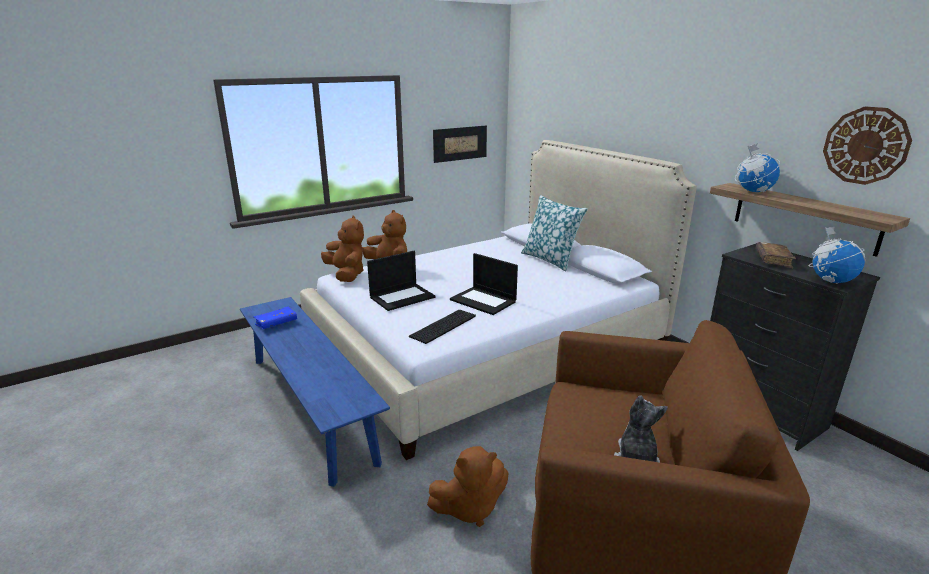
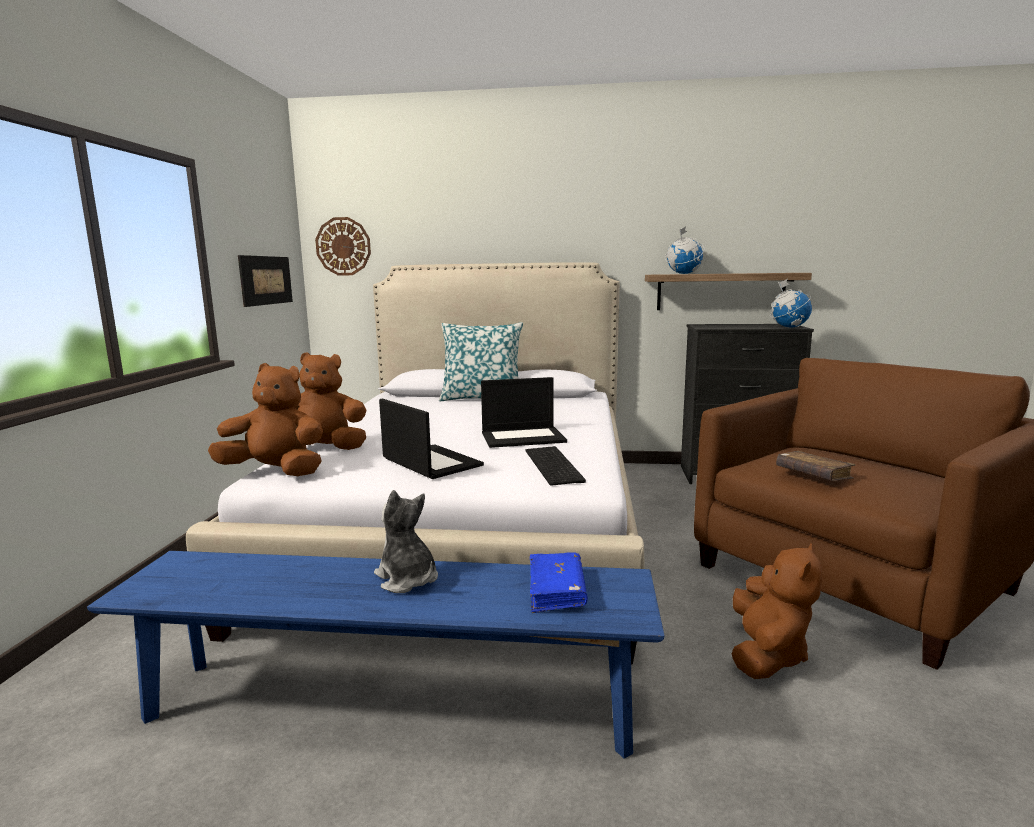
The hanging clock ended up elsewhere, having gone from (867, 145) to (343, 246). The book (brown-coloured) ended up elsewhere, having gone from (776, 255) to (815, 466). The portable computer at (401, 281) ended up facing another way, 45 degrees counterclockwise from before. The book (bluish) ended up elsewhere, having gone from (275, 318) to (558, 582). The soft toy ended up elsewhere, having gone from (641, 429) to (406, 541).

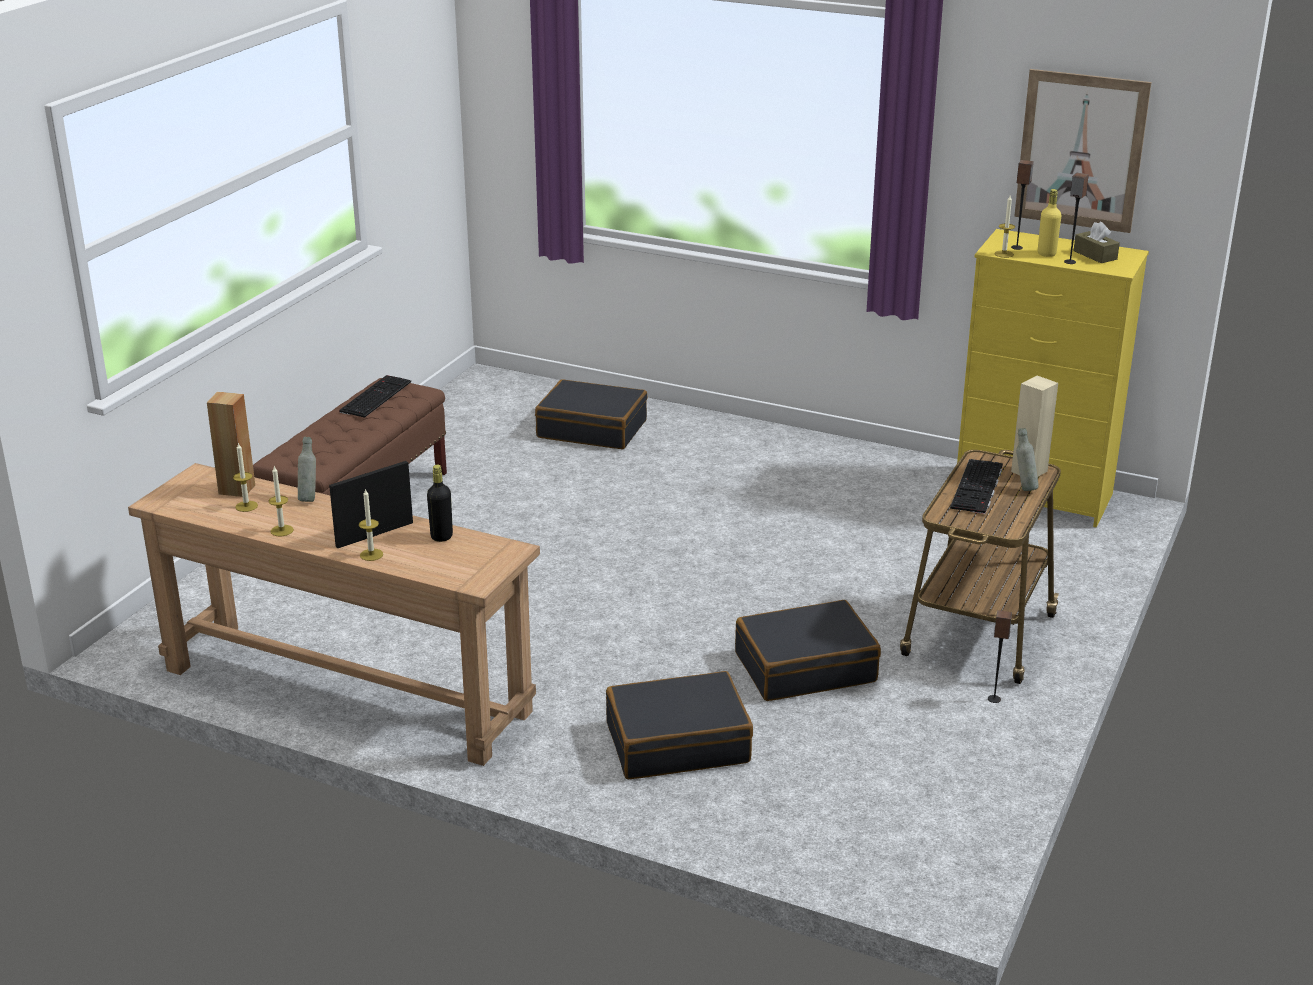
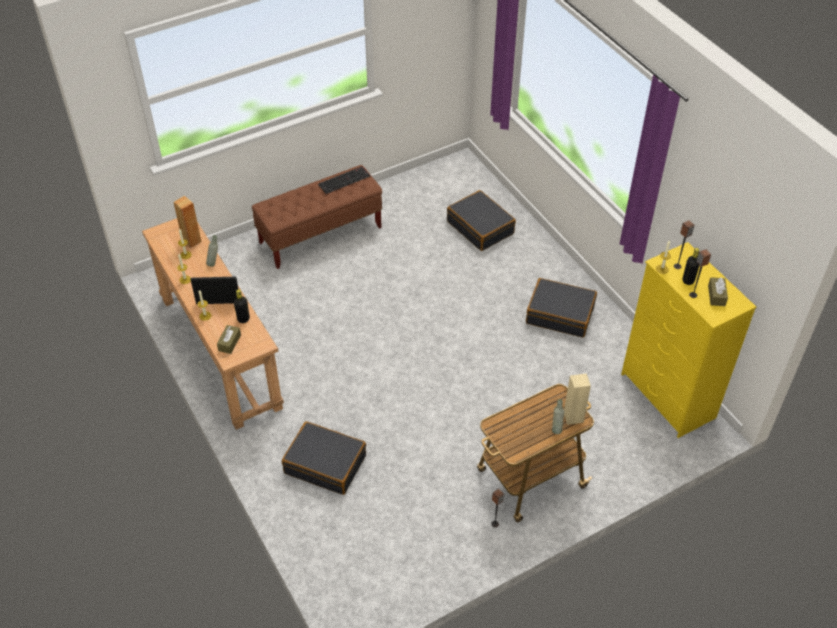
The second view lost the wall art at (1082, 151). What was the drink bottle (yellowish) at (1049, 223) turned into the drink bottle (blackish) at (691, 266). The second view lost the keyboard at (976, 486). The travel case (blackish) ended up elsewhere, having gone from (808, 650) to (561, 307). The second view gained the tissue holder (brown-coloured) at (229, 339).

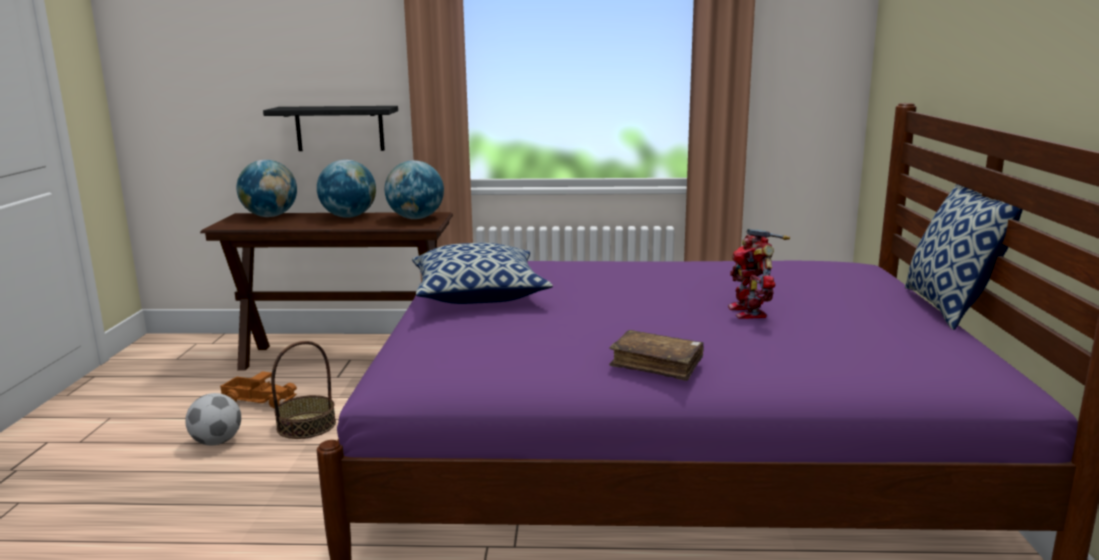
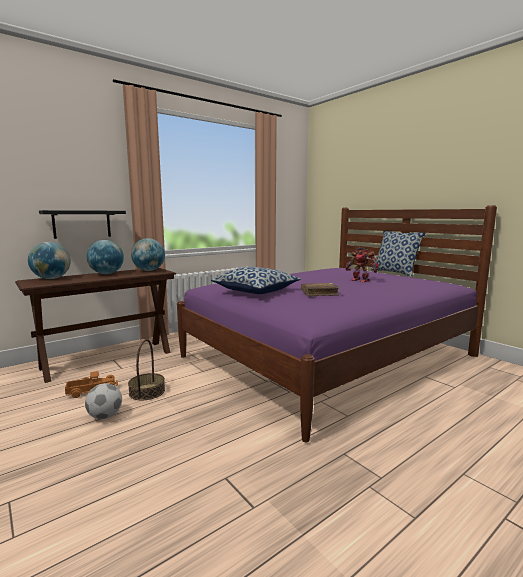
The book (brown-coloured) ended up elsewhere, having gone from (656, 355) to (320, 290).

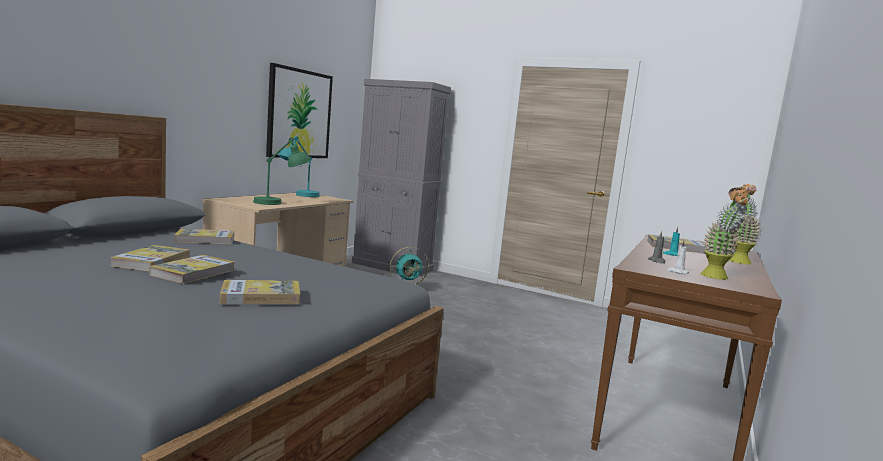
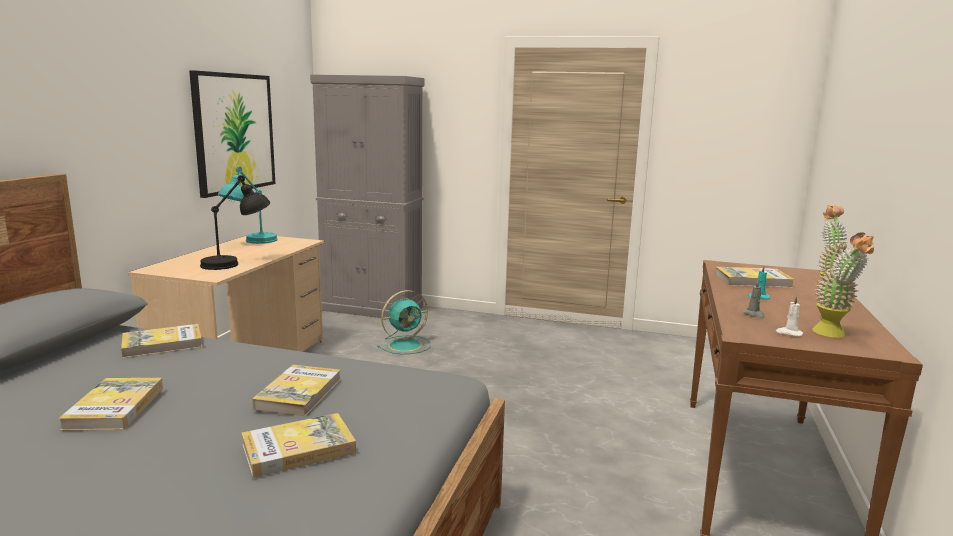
What was the table lamp (greenish) at (282, 171) turned into the table lamp (blackish) at (235, 222). The book ended up elsewhere, having gone from (191, 269) to (296, 390).

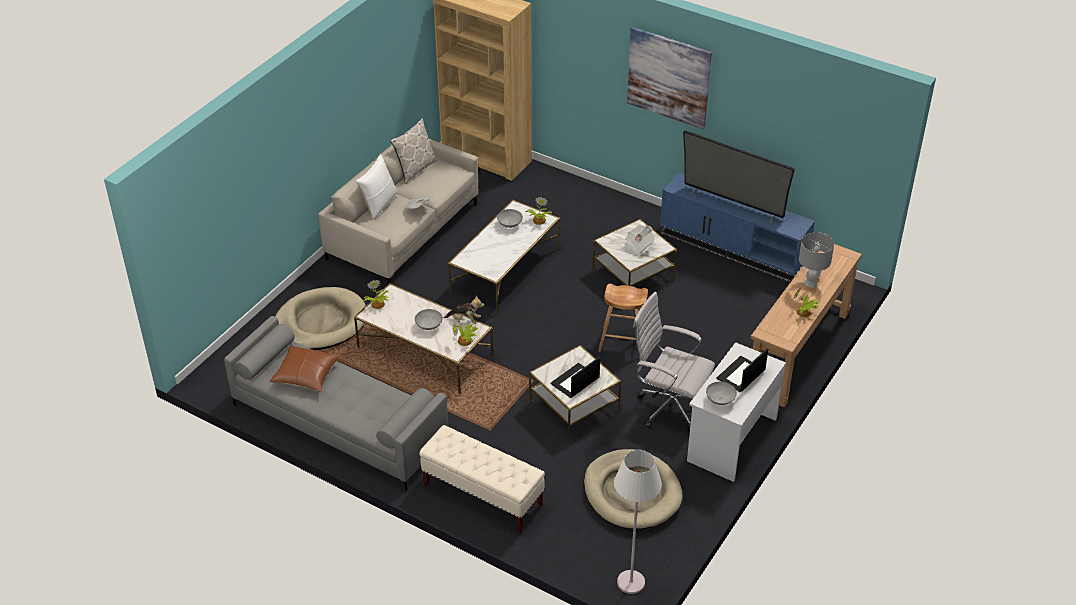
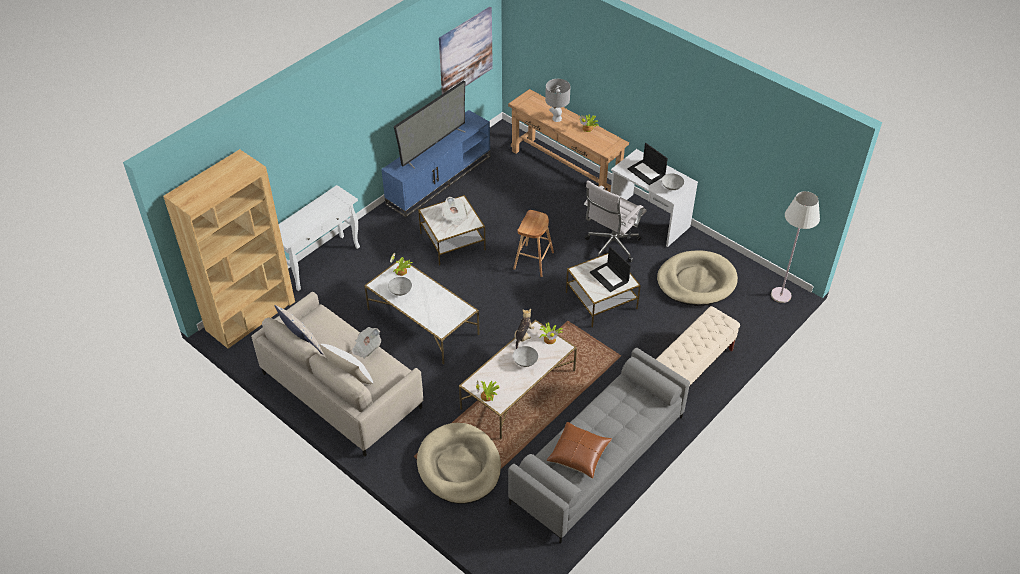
The wall art ended up elsewhere, having gone from (669, 78) to (466, 50). The second view gained the hall table (white-coloured) at (319, 238).

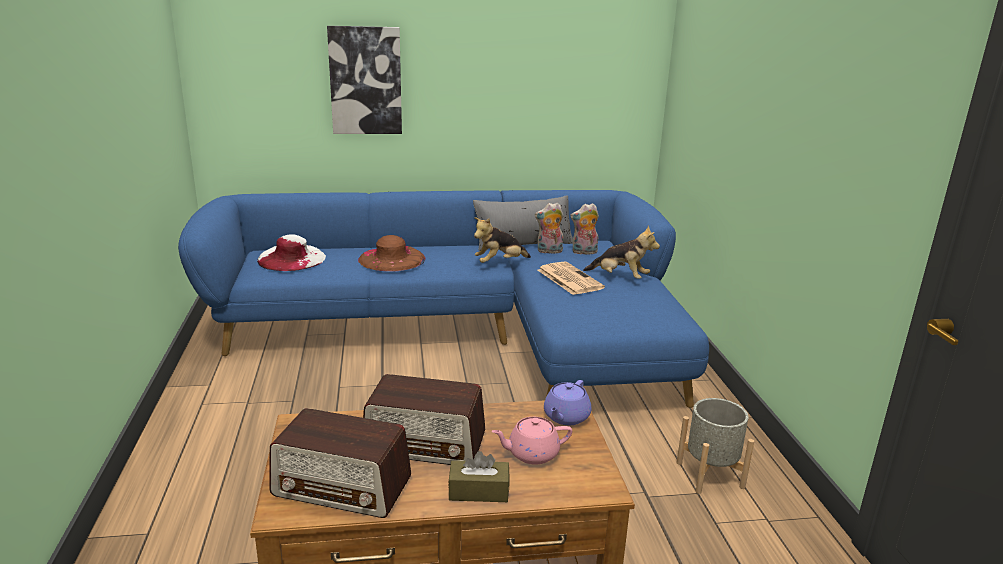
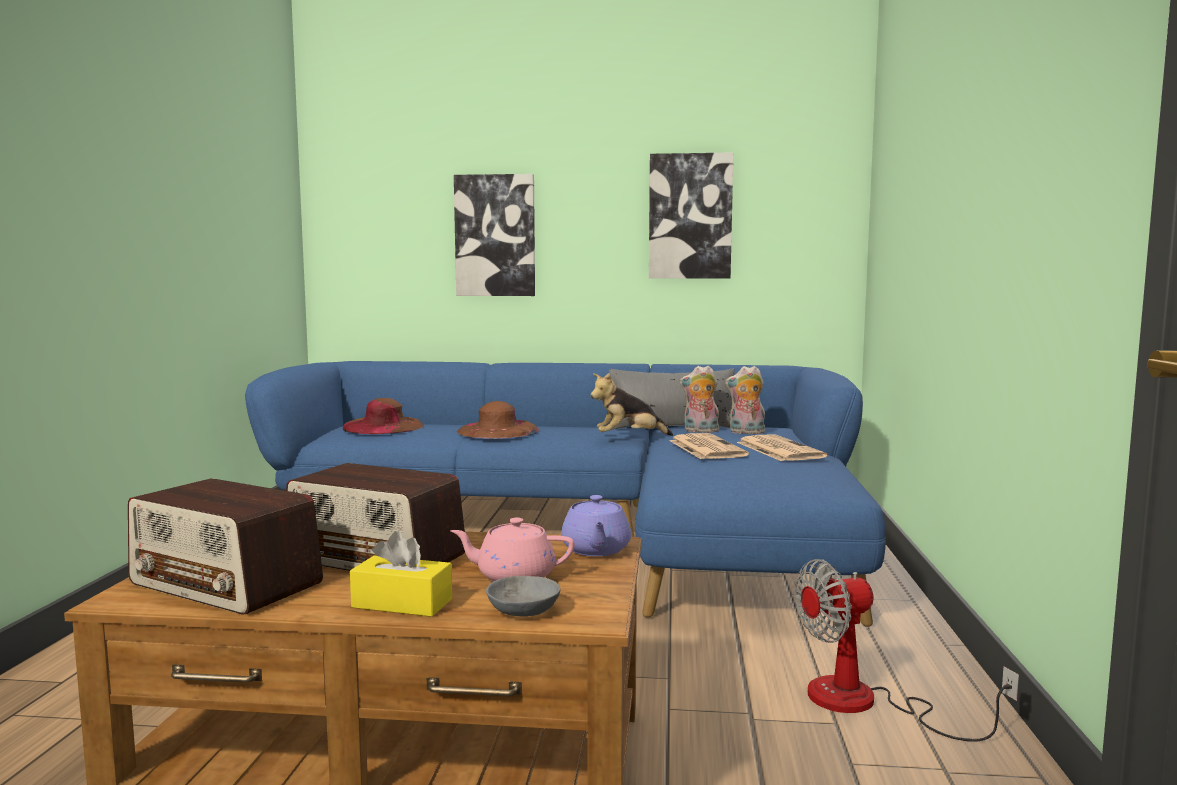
Where the soft toy stood at (621, 252), the newspaper came to stand at (782, 448). What was the wearable hat (white-coloured) at (291, 252) turned into the wearable hat (brown-coloured) at (383, 416). The tea pot (purplish) at (567, 402) ended up facing another way, 45 degrees counterclockwise from before. Where the planter (grey) stood at (715, 446), the cooling fan came to stand at (906, 650). What was the tissue holder (brown-coloured) at (478, 476) turned into the tissue holder (yellowish) at (401, 574). The second view gained the wall art at (691, 215). The second view gained the bowl (grey) at (523, 596).

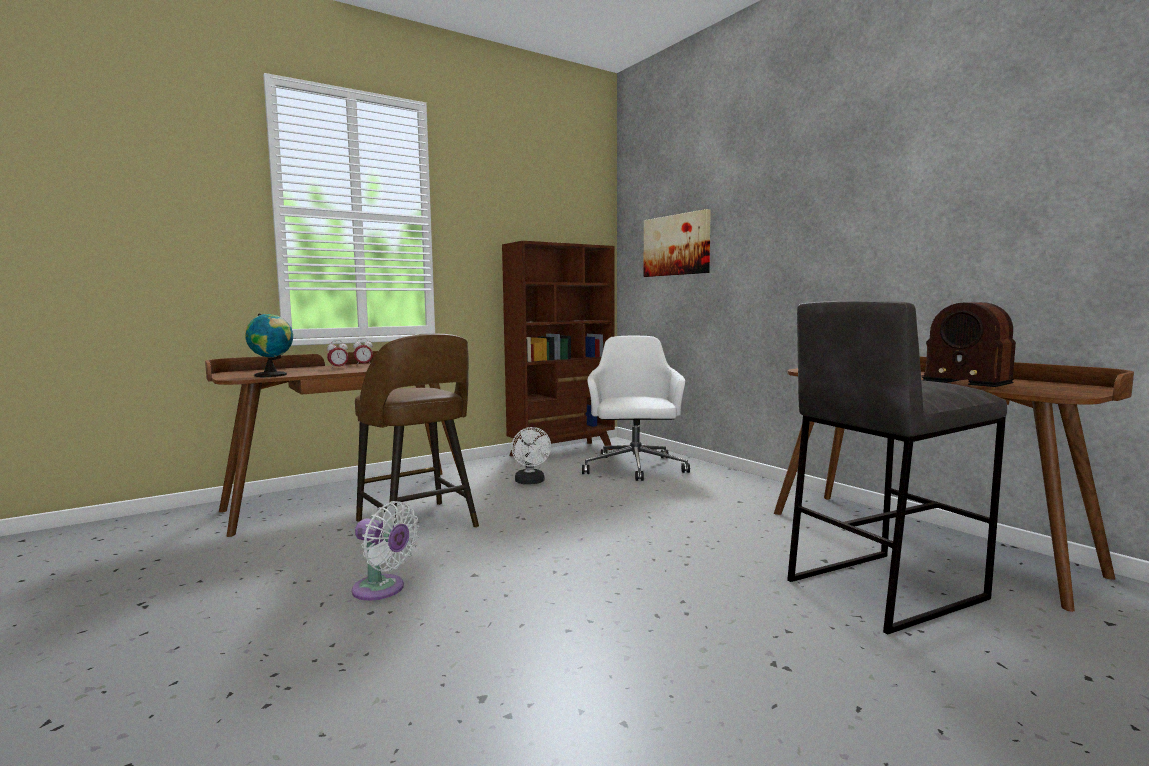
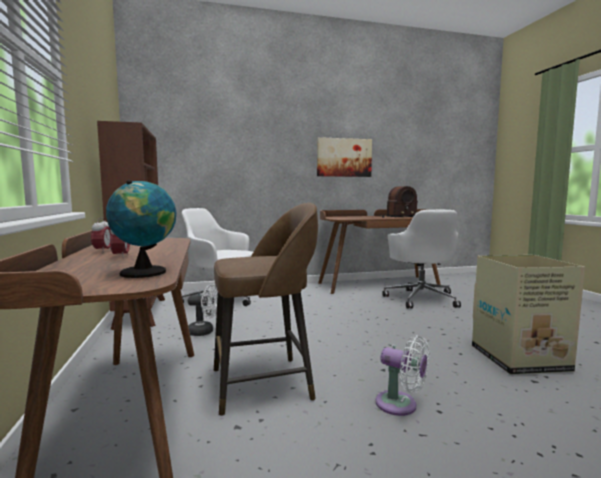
The wall art ended up elsewhere, having gone from (677, 243) to (344, 157). Where the stool (grey) stood at (897, 467), the office chair (white-coloured) came to stand at (421, 259). The cooling fan (white-coloured) at (385, 551) ended up facing another way, 75 degrees clockwise from before. The second view gained the carton at (528, 315).

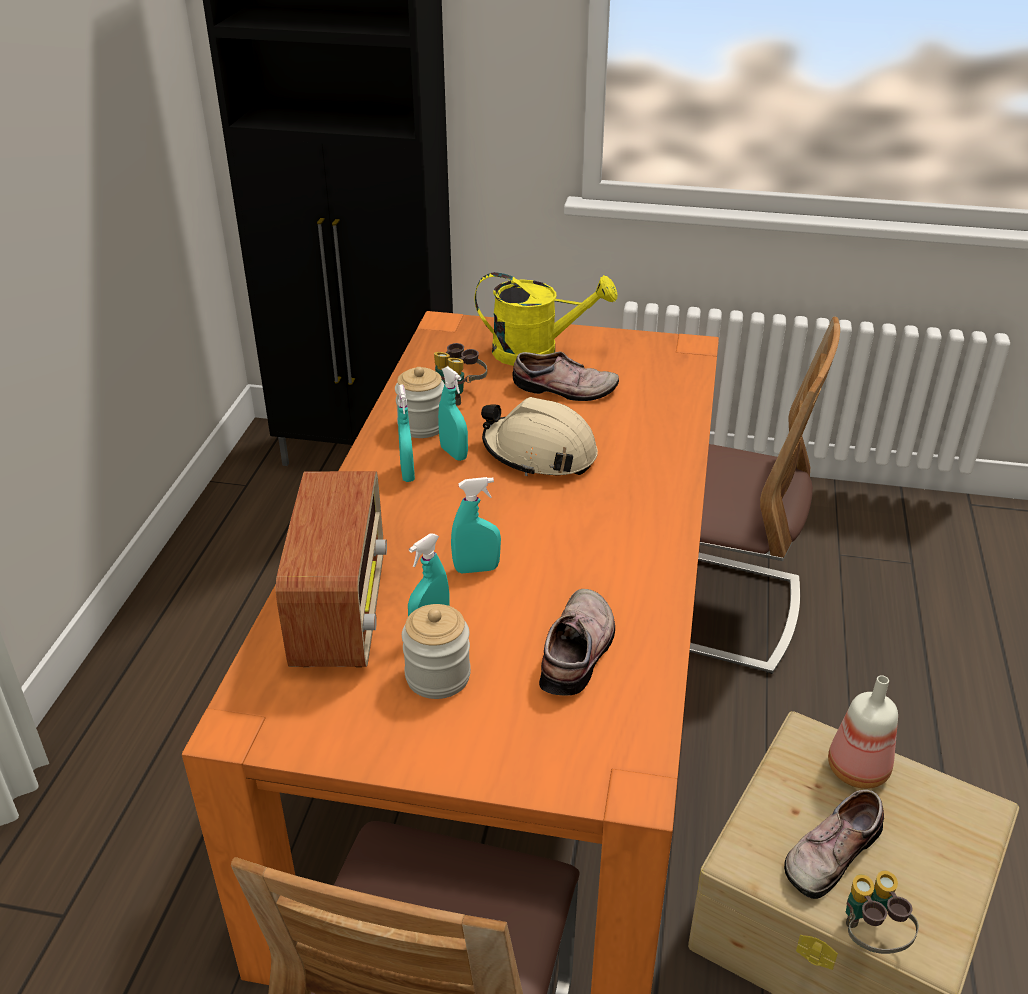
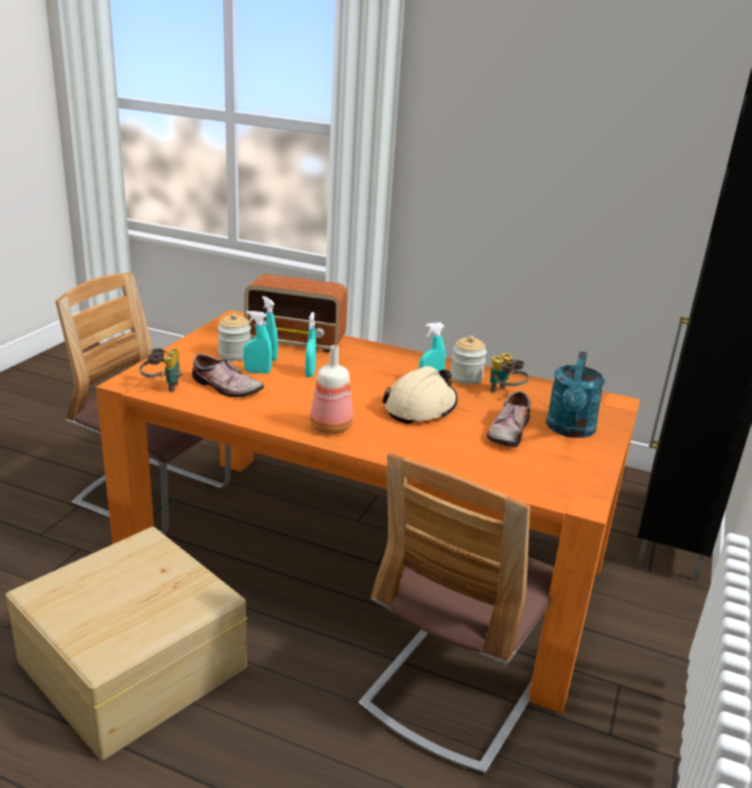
What was the sprinkling can (yellowish) at (546, 319) turned into the sprinkling can (blue-green) at (575, 394). The hand sprayer (blue-green) ended up elsewhere, having gone from (406, 433) to (257, 342). The drink bottle ended up elsewhere, having gone from (863, 732) to (331, 389). The second view lost the shoe at (834, 844). The field glasses ended up elsewhere, having gone from (882, 912) to (161, 370).

